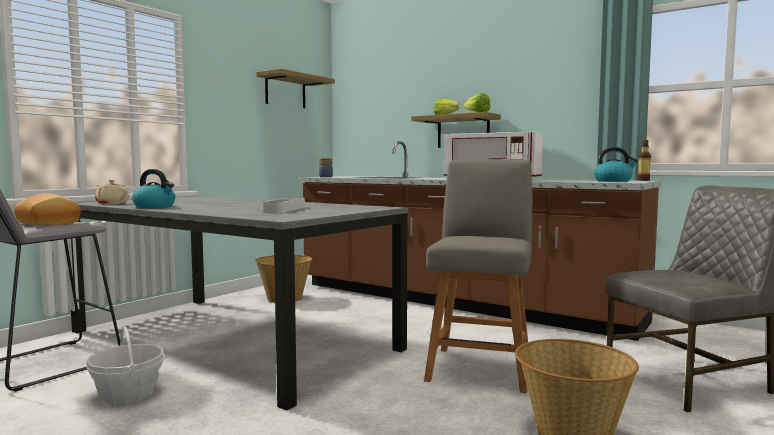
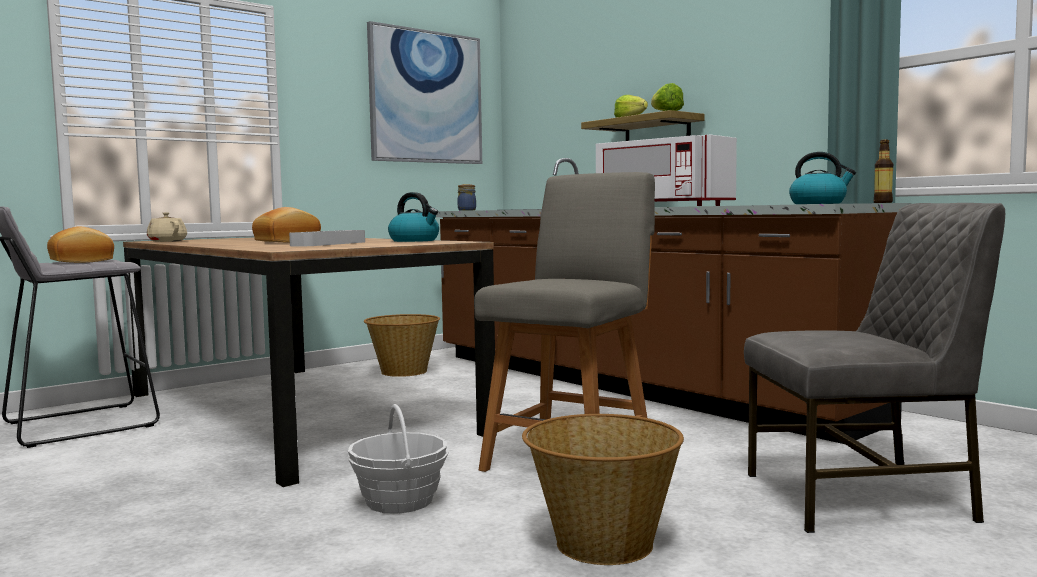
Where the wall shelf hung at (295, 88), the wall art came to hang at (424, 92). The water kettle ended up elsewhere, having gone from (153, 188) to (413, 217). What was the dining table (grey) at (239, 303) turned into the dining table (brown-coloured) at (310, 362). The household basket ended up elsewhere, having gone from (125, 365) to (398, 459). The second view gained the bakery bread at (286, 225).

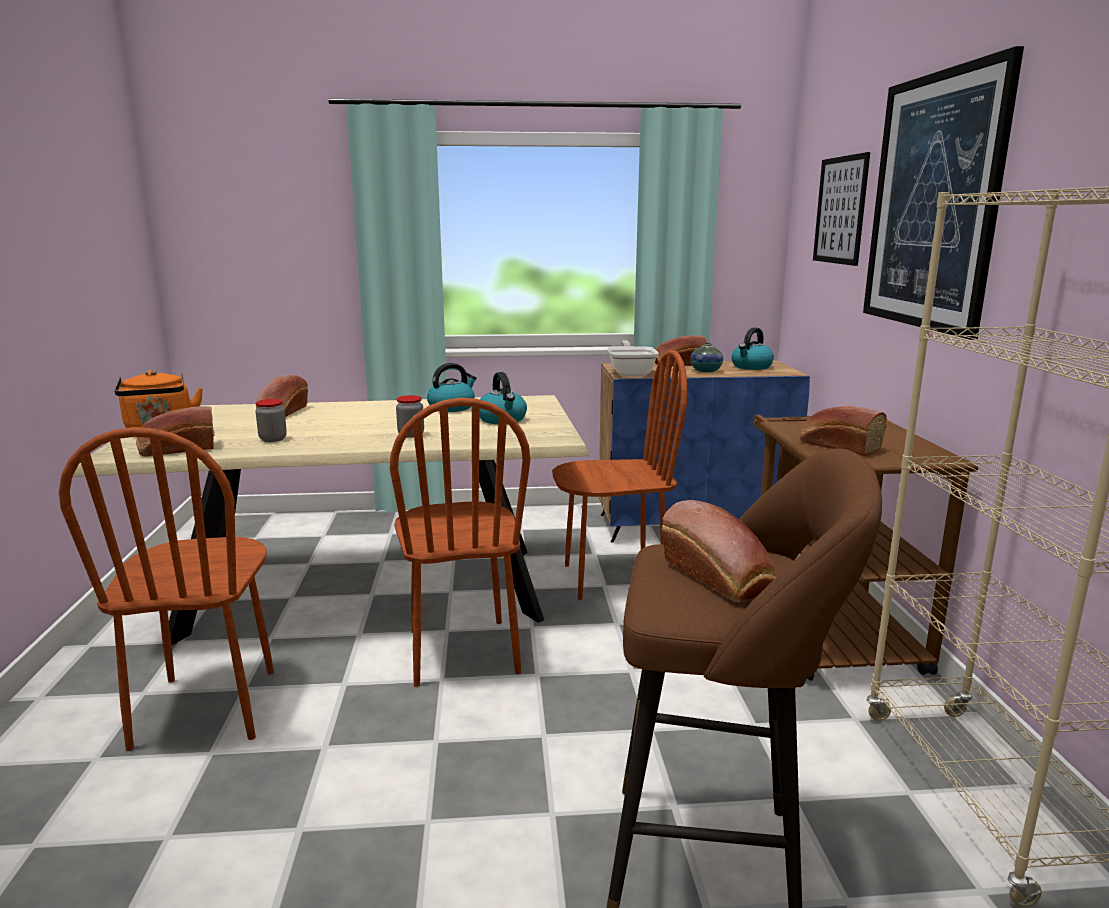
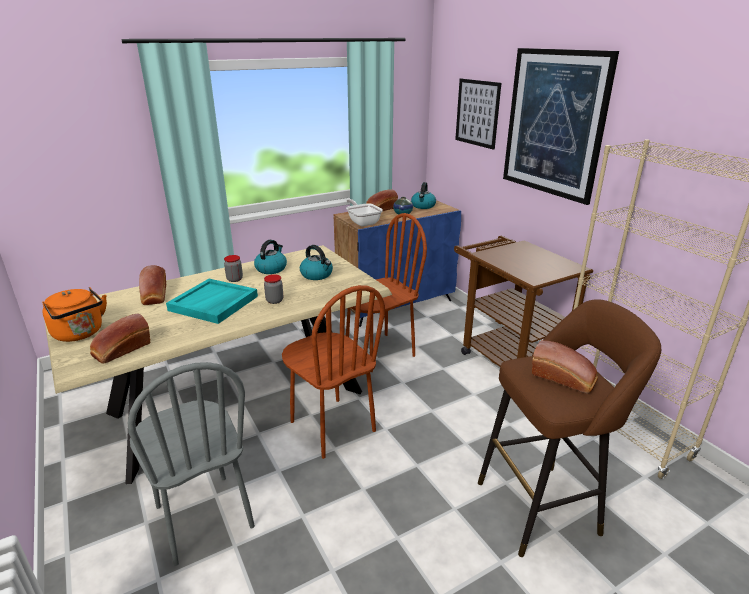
The preserve jar ended up elsewhere, having gone from (271, 420) to (233, 268). The second view lost the bakery bread at (843, 431). What was the chair (brown-coloured) at (166, 589) turned into the chair (grey) at (191, 464). The second view gained the serving tray (blue-green) at (212, 301).

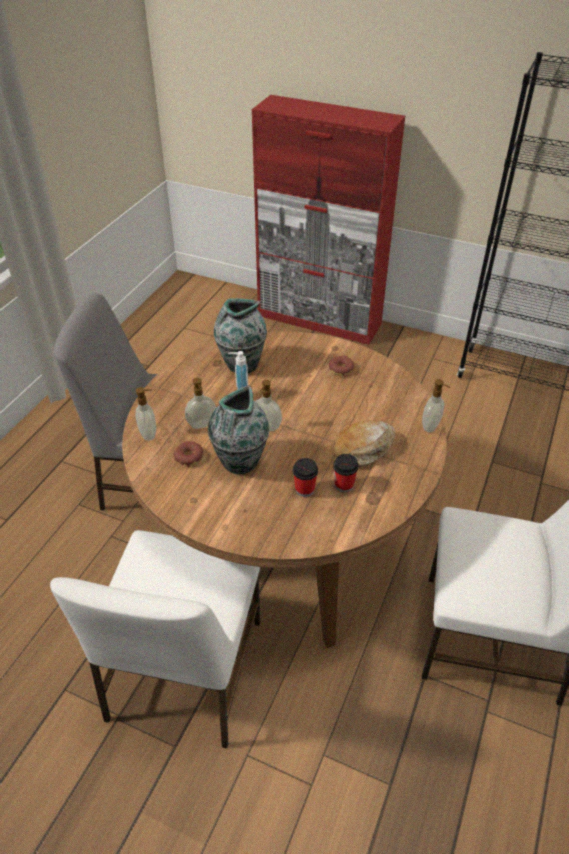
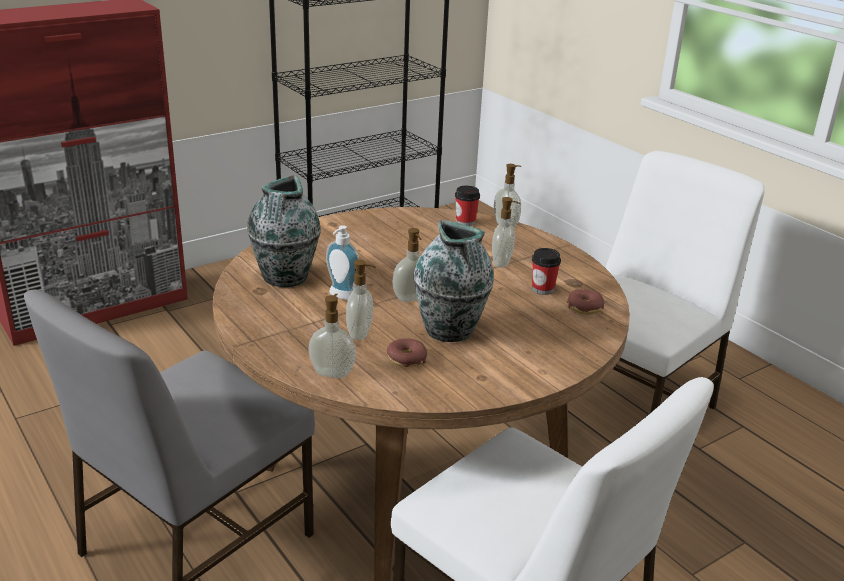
The ring doughnut ended up elsewhere, having gone from (341, 366) to (585, 302). Where the bakery bread stood at (365, 443), the soap bottle came to stand at (506, 232). The drinking cup ended up elsewhere, having gone from (305, 477) to (467, 206).

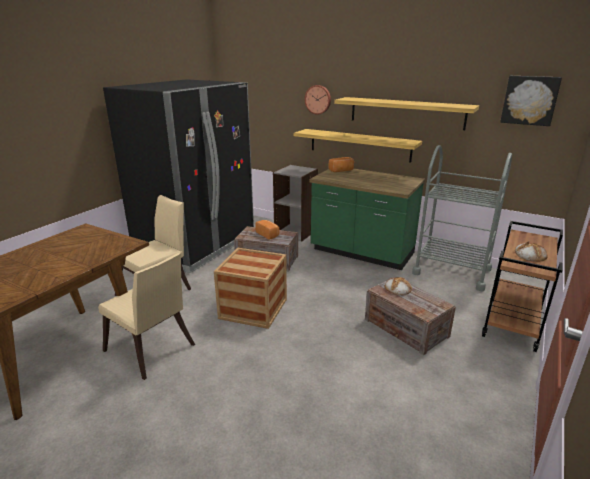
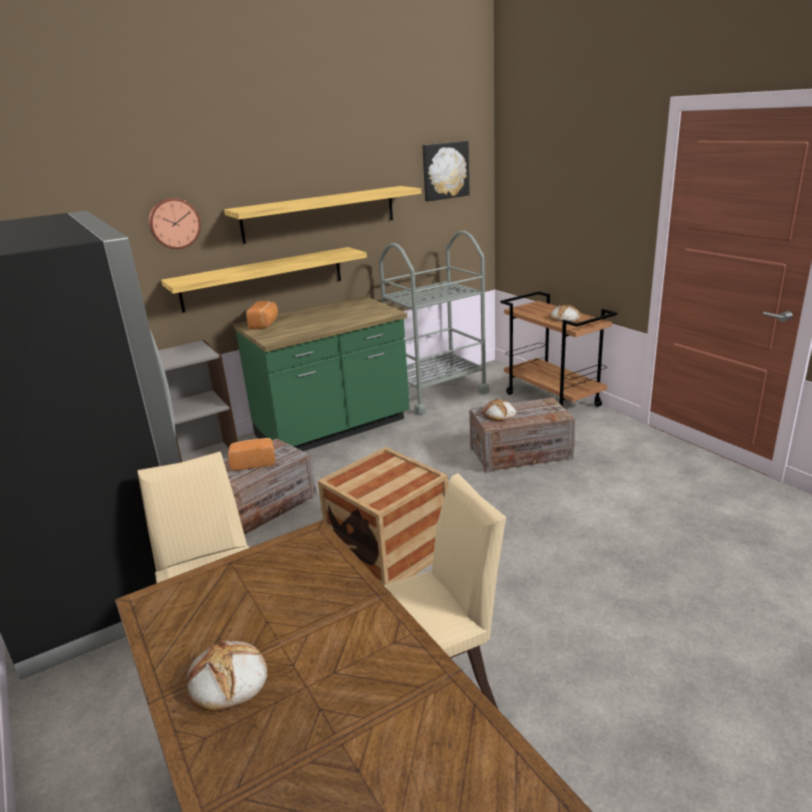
The second view gained the bakery bread at (227, 676).

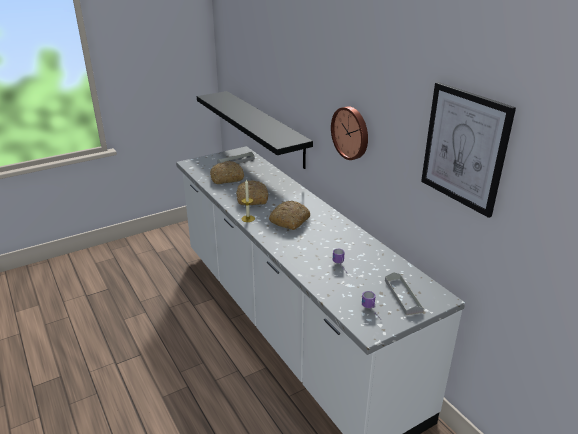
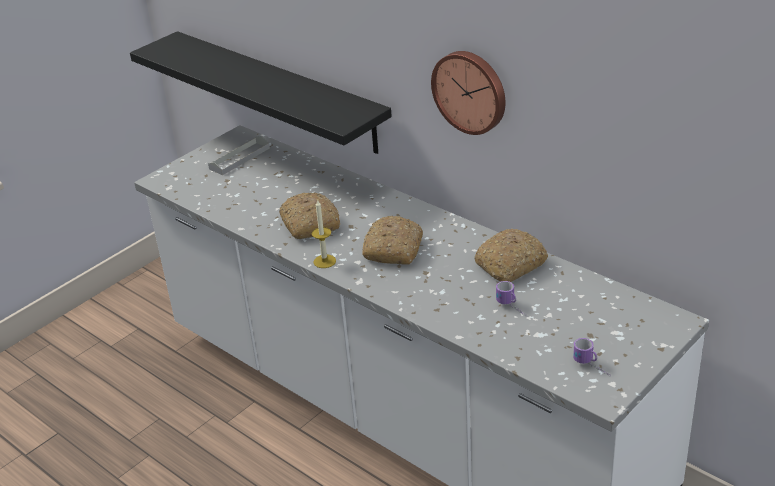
The second view lost the wall art at (468, 150). The bakery bread ended up elsewhere, having gone from (227, 172) to (511, 255). The second view lost the serving tray (grey) at (404, 293).

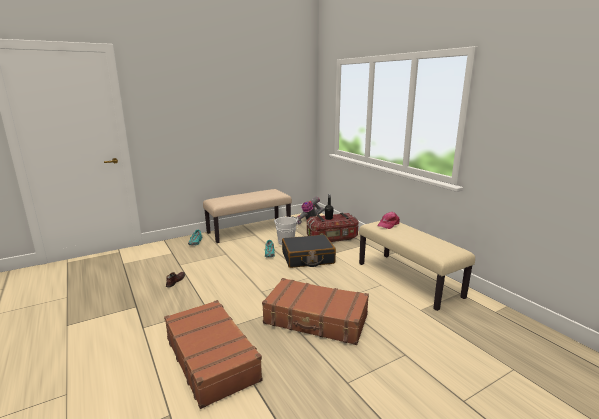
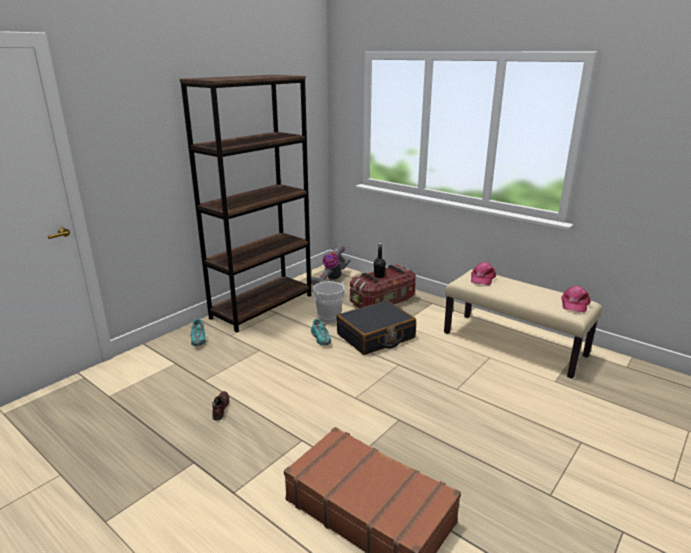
Where the long seat (sand-coloured) stood at (247, 216), the bookcase (brown-coloured) came to stand at (245, 203). The second view lost the travel case (brown-coloured) at (315, 311). The second view gained the peaked cap (pink) at (576, 299).

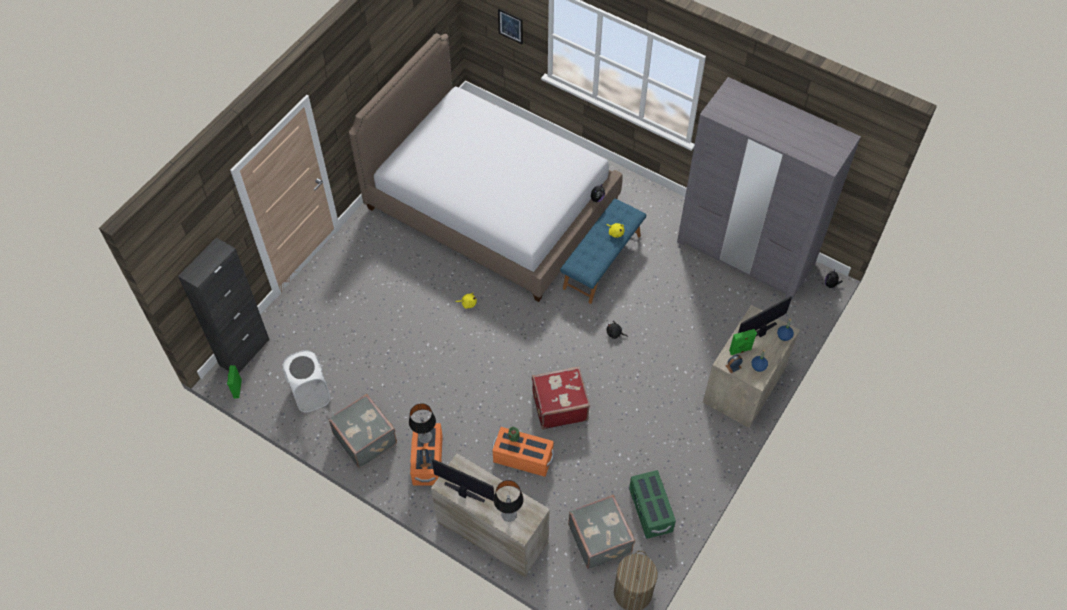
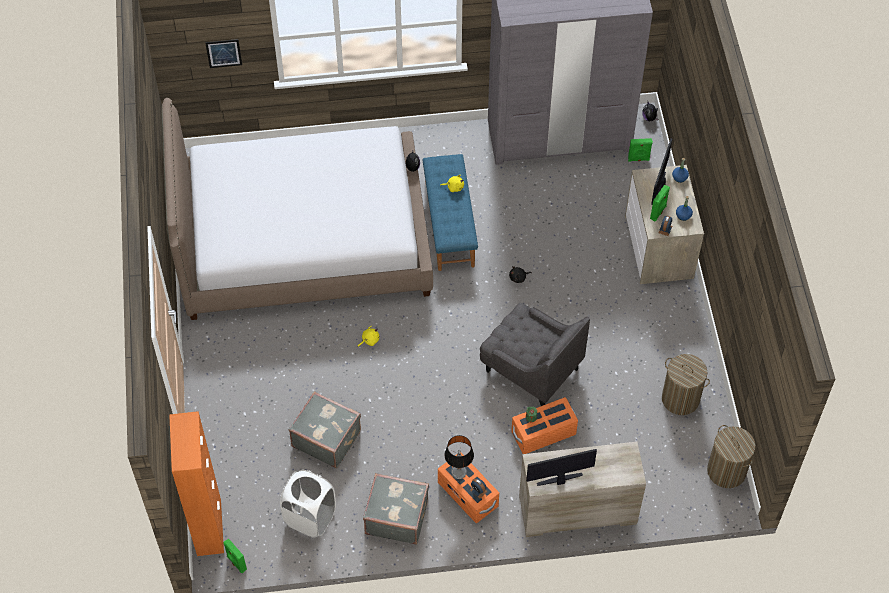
What was the storage cabinet (blackish) at (224, 305) turned into the storage cabinet (orange-coloured) at (196, 483). Where the travel case (reddish) stood at (561, 398), the lounge chair (grey) came to stand at (535, 354). Where the storage container (greenish) stood at (652, 504), the washing basket came to stand at (686, 384). The second view lost the table lamp at (509, 501). The travel case (grey) ended up elsewhere, having gone from (601, 532) to (325, 429). The second view gained the speaker (greenish) at (640, 150).

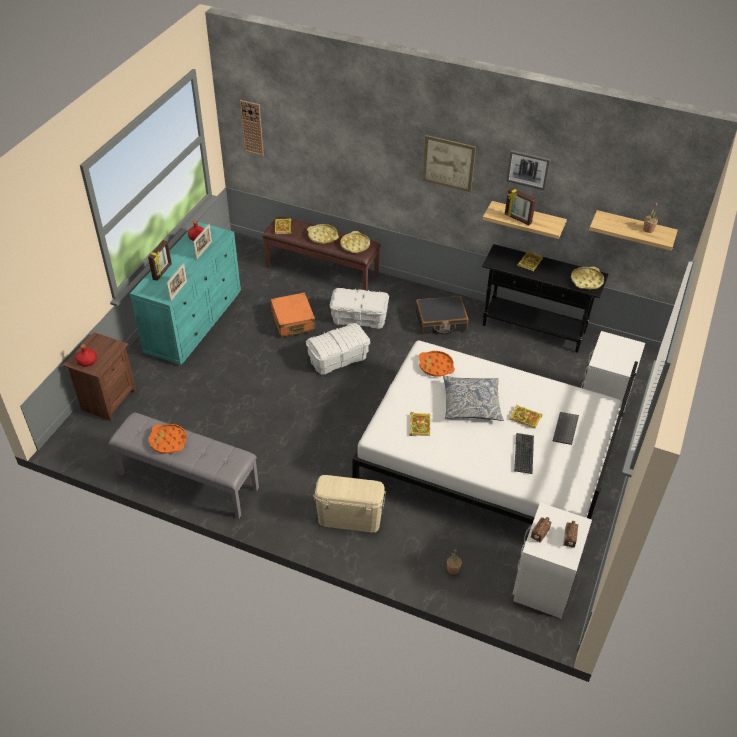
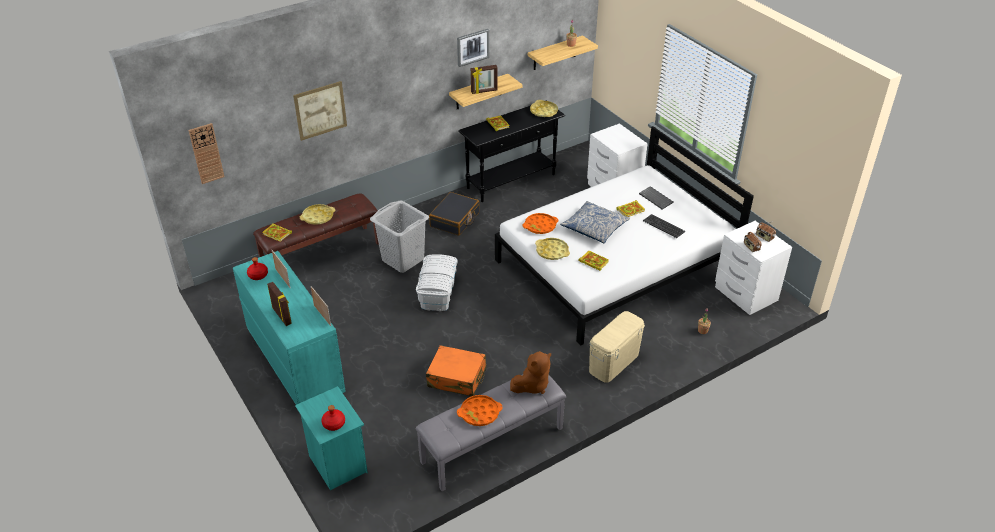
The wall art ended up elsewhere, having gone from (449, 163) to (320, 111). The serving tray (yellowish) ended up elsewhere, having gone from (355, 242) to (552, 249). Where the storage container (white-coloured) stood at (359, 308), the washing basket (grey) came to stand at (399, 236). The travel case (orange-coloured) ended up elsewhere, having gone from (293, 315) to (456, 370). What was the night table (brown-coloured) at (99, 377) turned into the night table (blue-green) at (331, 438). The second view gained the soft toy (brown-coloured) at (530, 372).

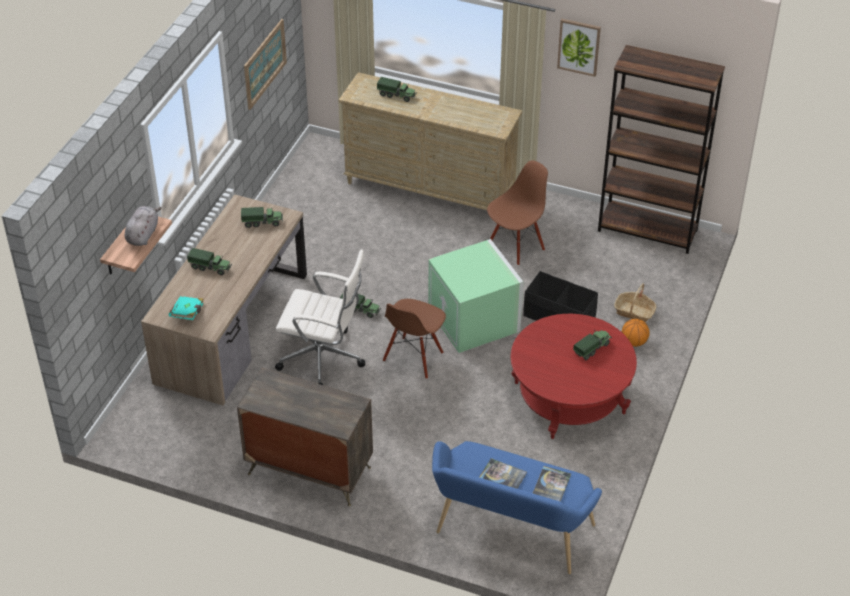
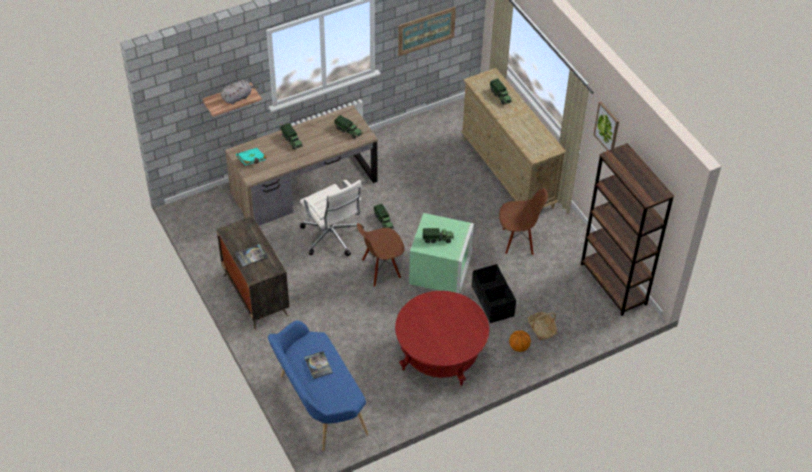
The toy lorry ended up elsewhere, having gone from (592, 345) to (438, 235). The book ended up elsewhere, having gone from (552, 484) to (251, 255).

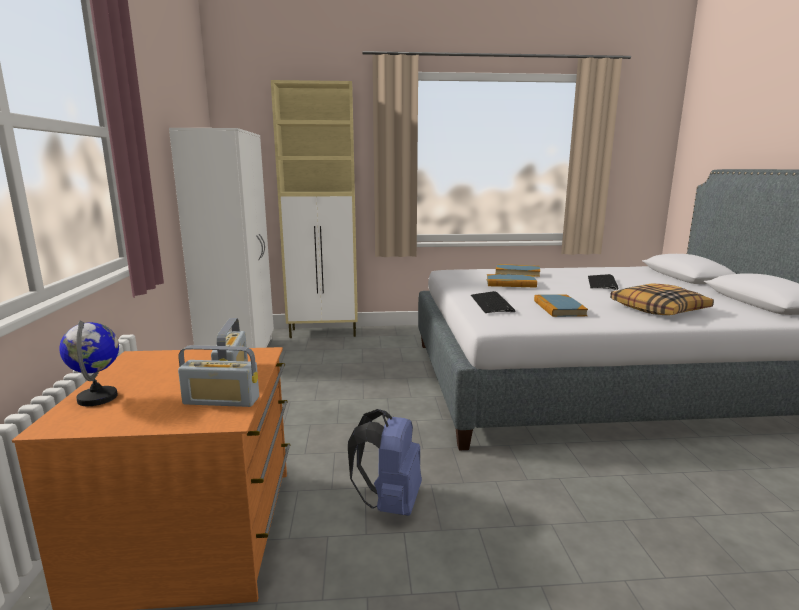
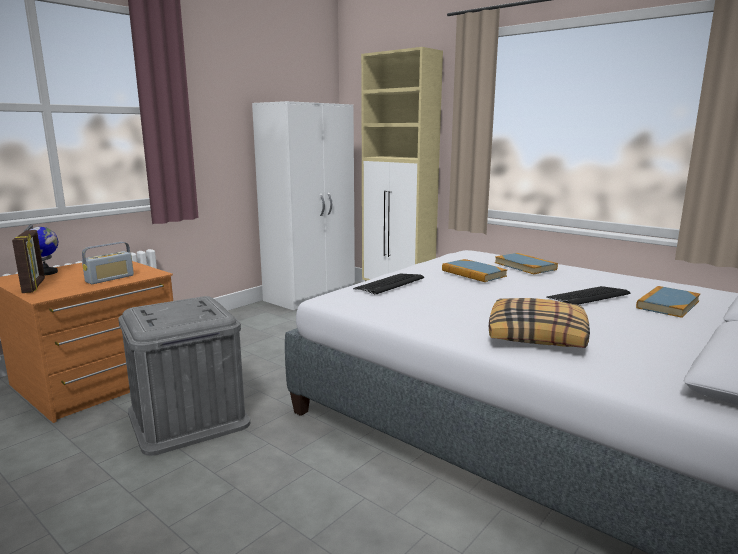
The book ended up elsewhere, having gone from (561, 305) to (668, 302). The second view lost the radio at (218, 376). Where the knapsack (bluish) stood at (385, 462), the storage container (grey) came to stand at (184, 376). The second view gained the photo frame at (28, 261).

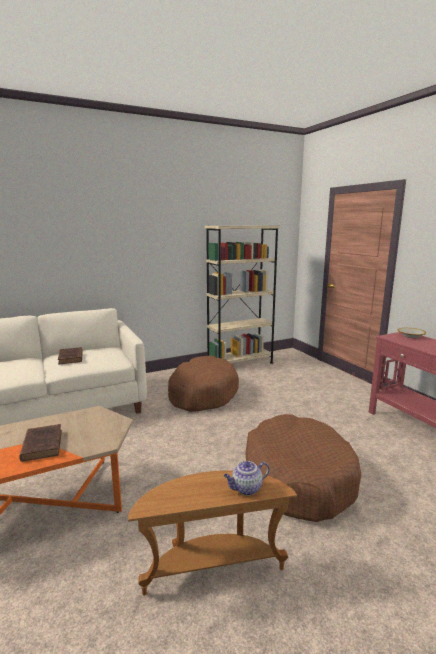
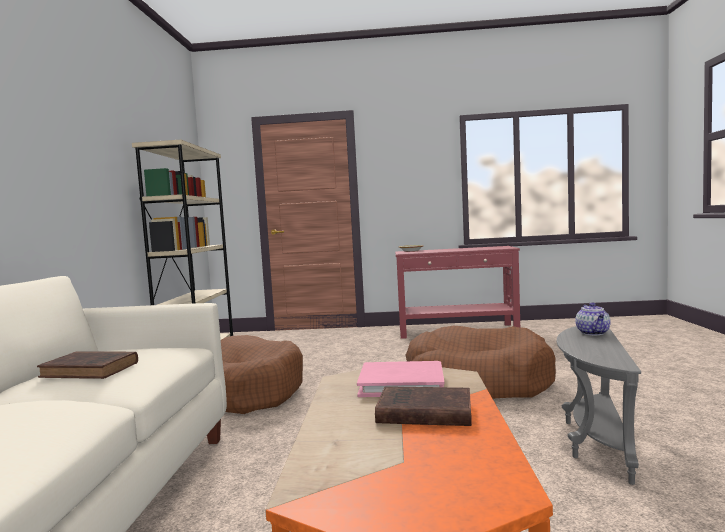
What was the accent table (brown-coloured) at (212, 533) turned into the accent table (grey) at (599, 405). The second view gained the book (pink) at (401, 379).

